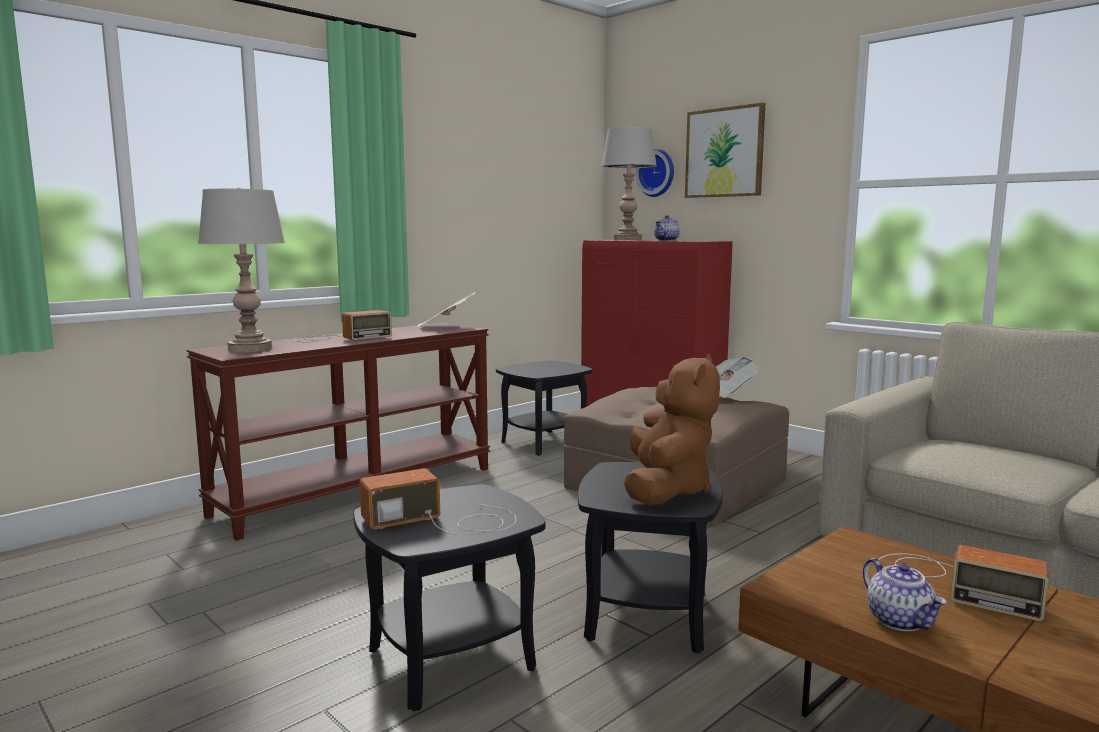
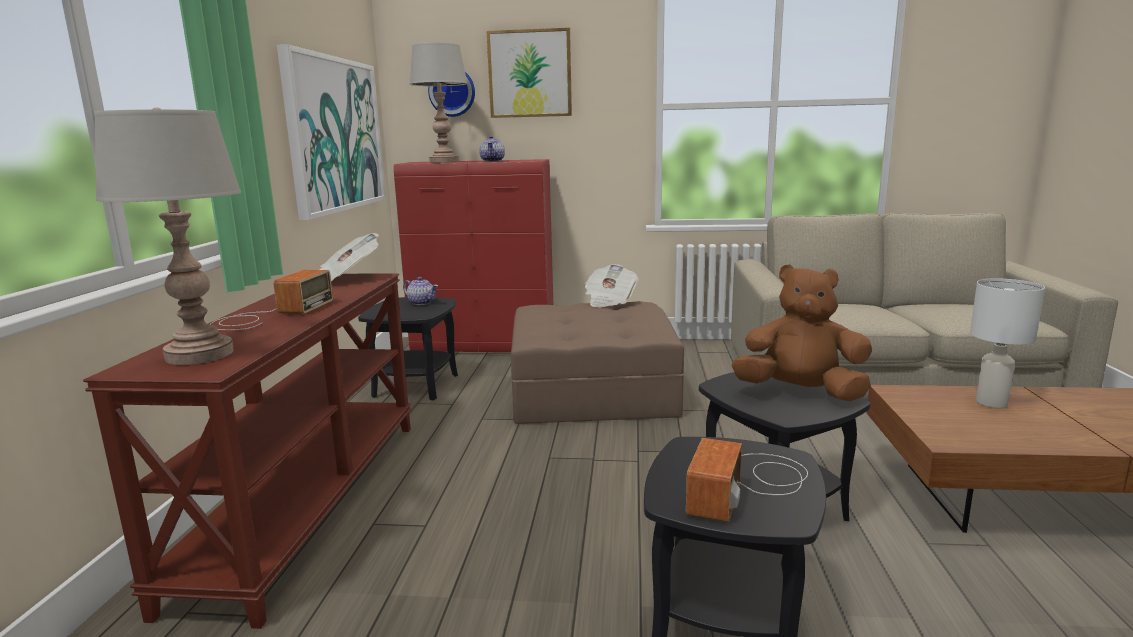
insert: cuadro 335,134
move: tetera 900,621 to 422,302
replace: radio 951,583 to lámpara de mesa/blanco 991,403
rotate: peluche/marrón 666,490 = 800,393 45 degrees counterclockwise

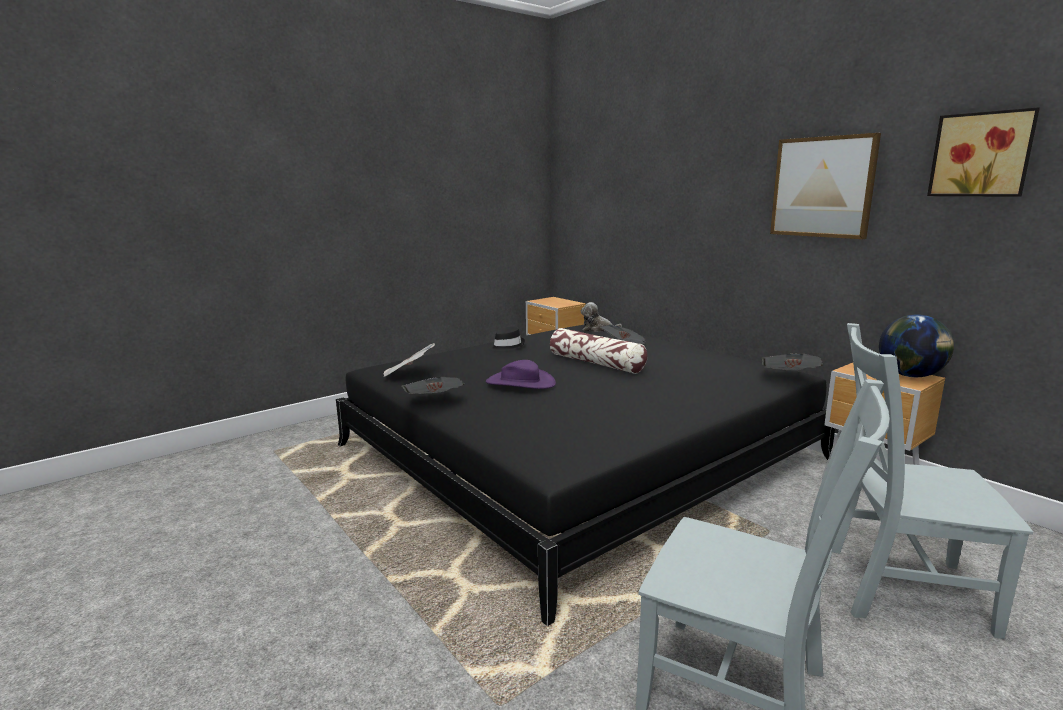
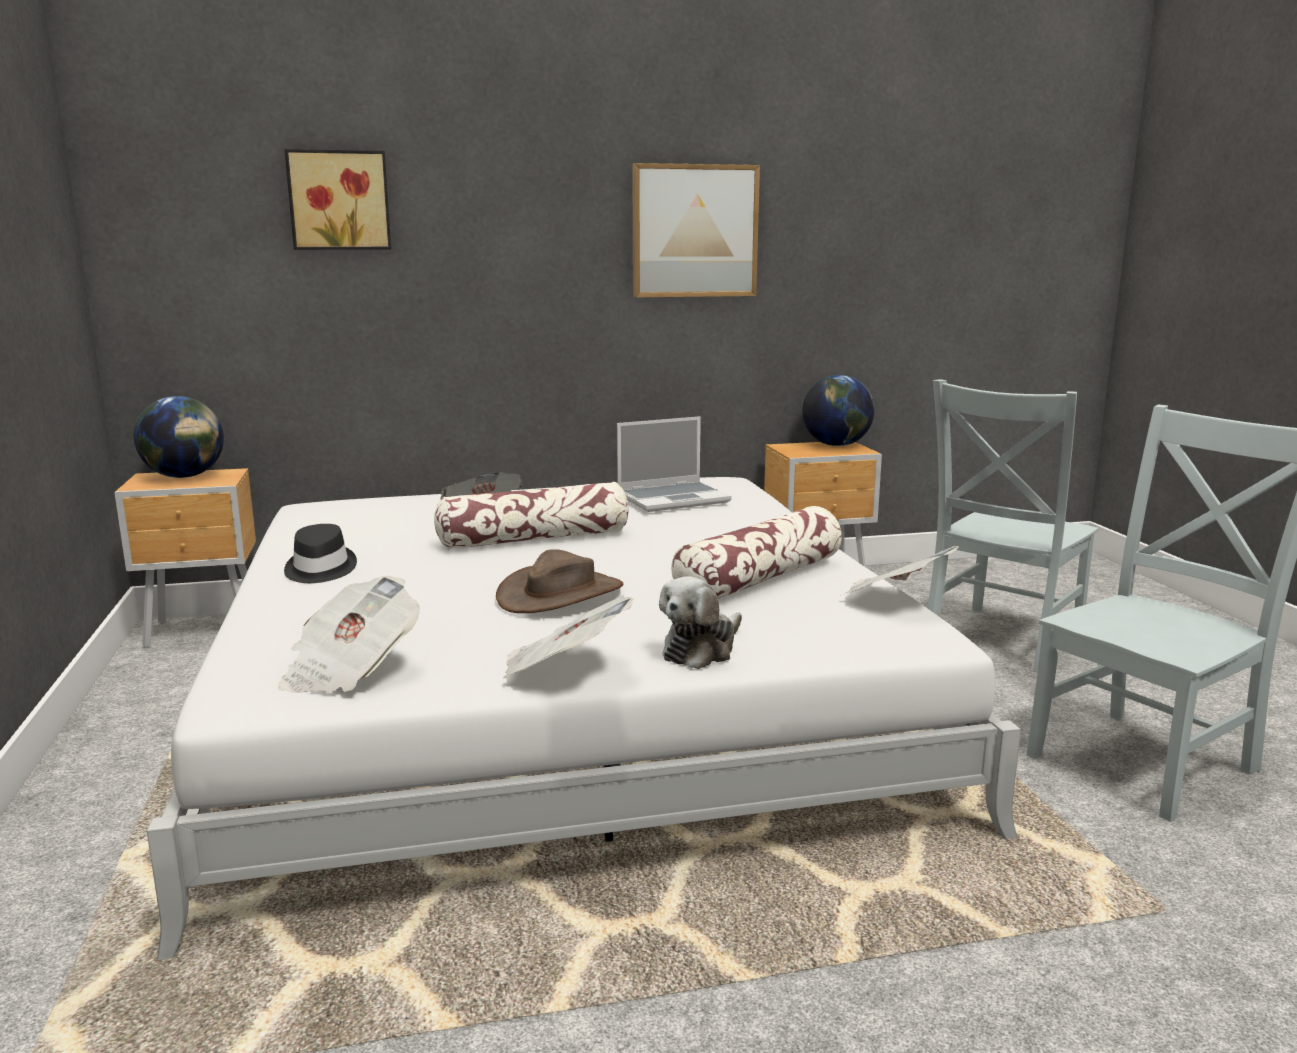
insert: globo terráqueo 185,476; portátil 673,499; cojín 759,579
move: peluche 598,329 to 701,649; periódico 789,378 to 895,600; cuadro 981,154 to 339,200
recolor: cama/negro 575,452 to cama/blanco 560,700; sombrero/morado 520,383 to sombrero/marrón 560,594

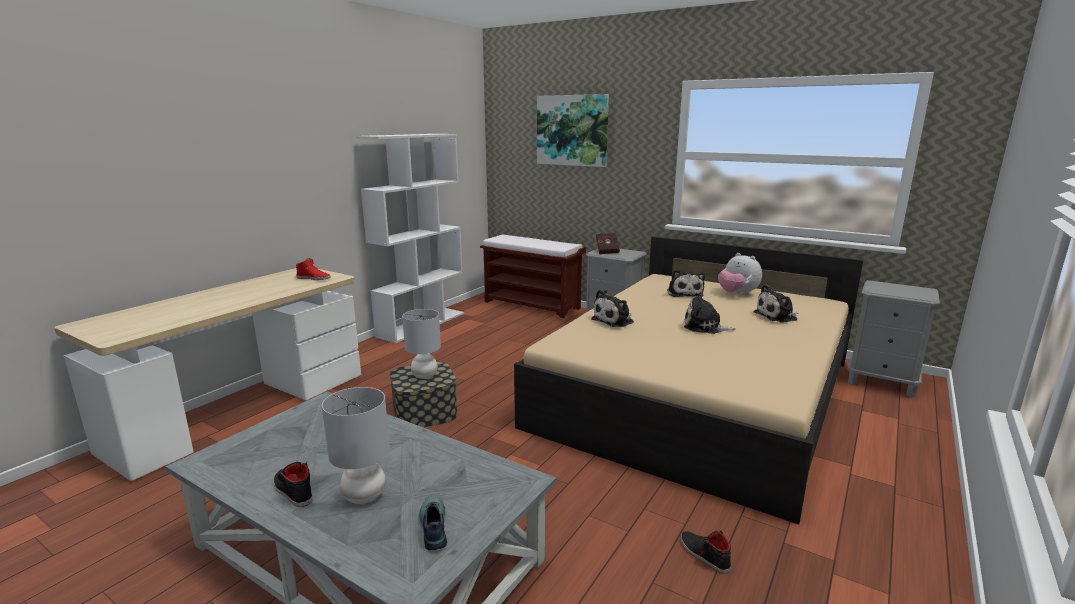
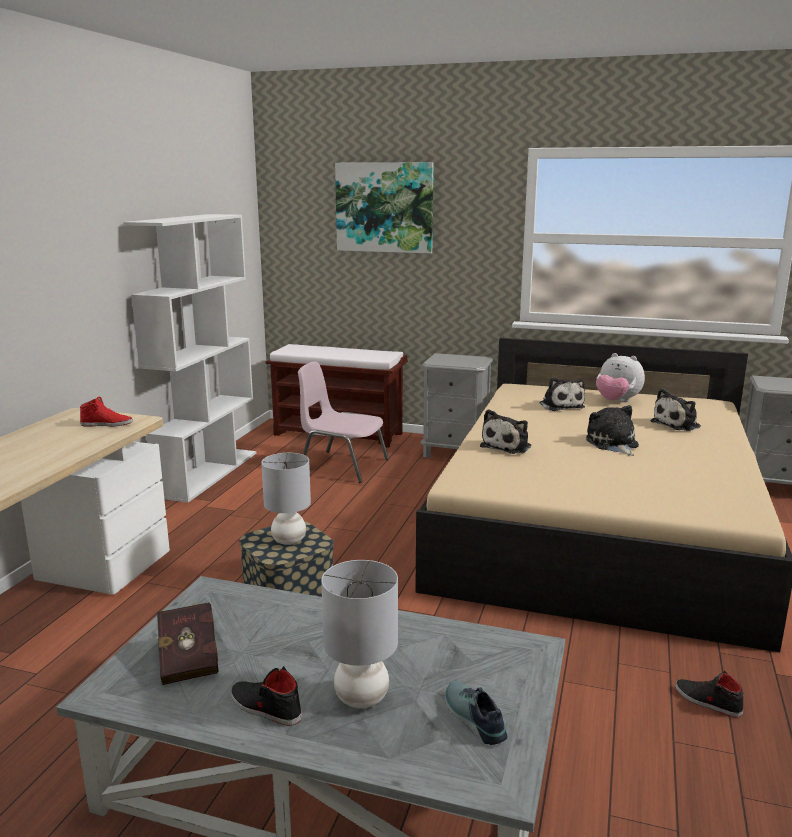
insert: silla/rosa 342,465
move: libro/rojo 607,251 to 190,658
rotate: peluche 705,327 = 612,444 75 degrees clockwise

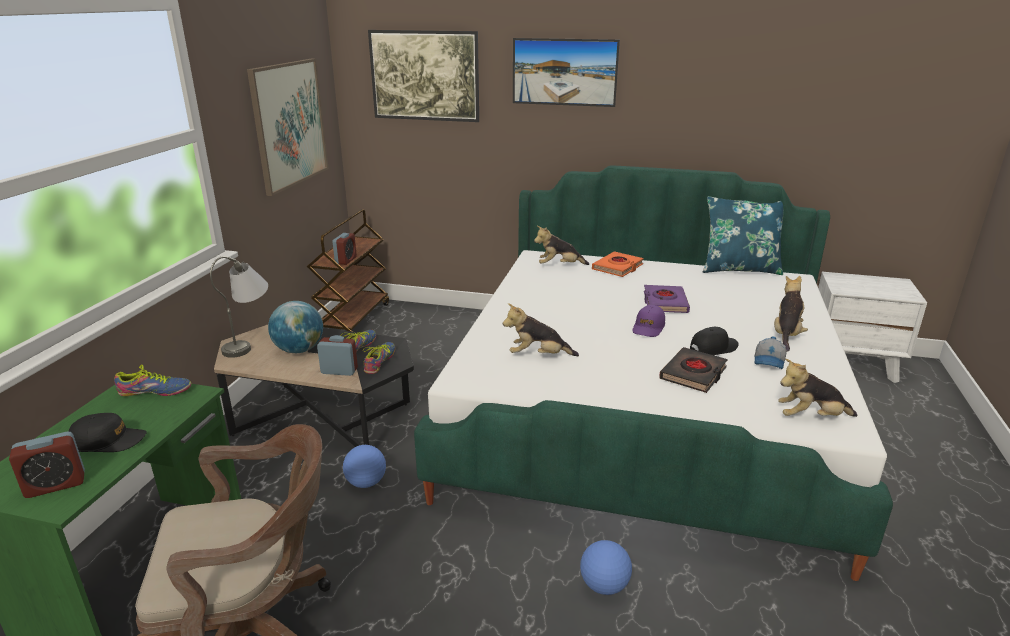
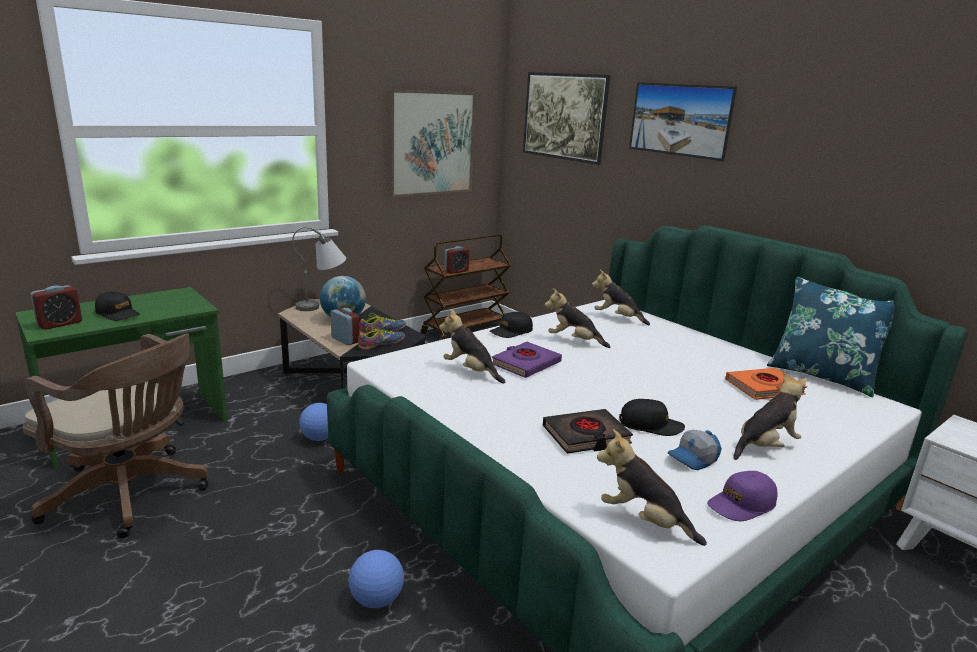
delete: zapato 155,391
insert: gorra/negro 511,331; peluche 574,341
move: libro/naranja 618,267 to 764,388; gorra/morado 648,328 to 741,504; libro/morado 665,303 to 525,364
rotate: despertador 55,485 = 60,324 60 degrees counterclockwise

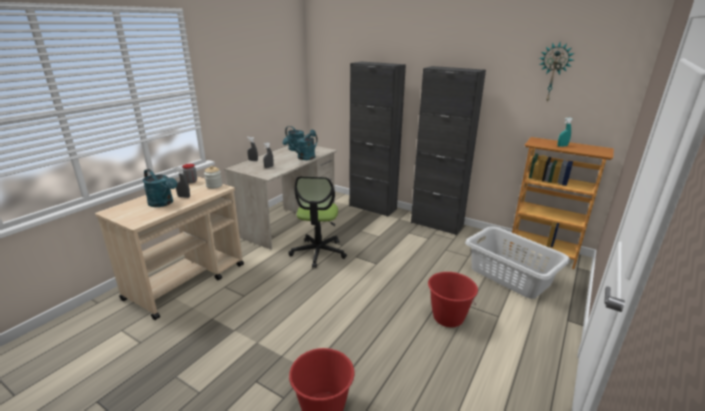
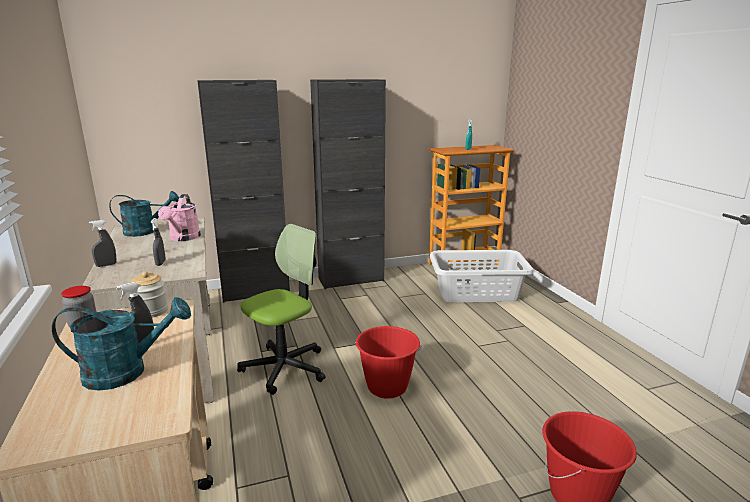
delete: reloj de pared 553,72
move: cubo/rojo 448,317 to 387,387
recolor: regadera/turquesa 303,158 to regadera/rosa 183,238
rotate: silla de oficina 318,252 = 285,368 90 degrees counterclockwise

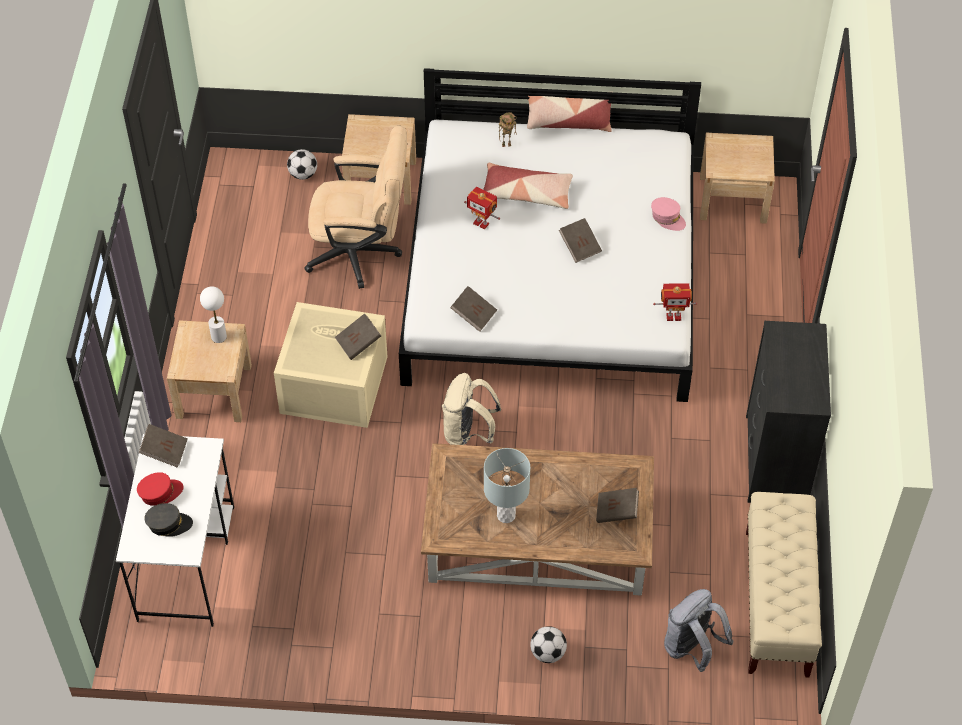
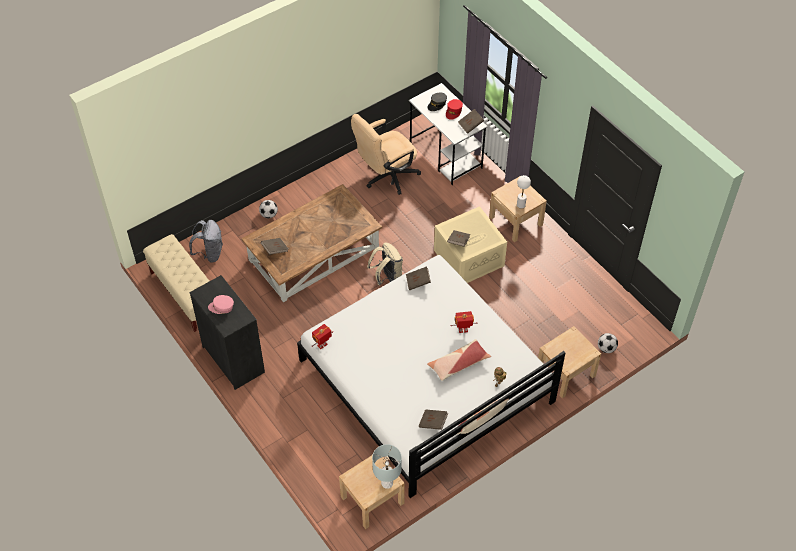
move: silla de oficina/beis 361,253 to 386,177; lámpara de mesa/gris 506,515 to 387,483; libro/marrón 580,246 to 433,423; gorra/rosa 667,218 to 221,307

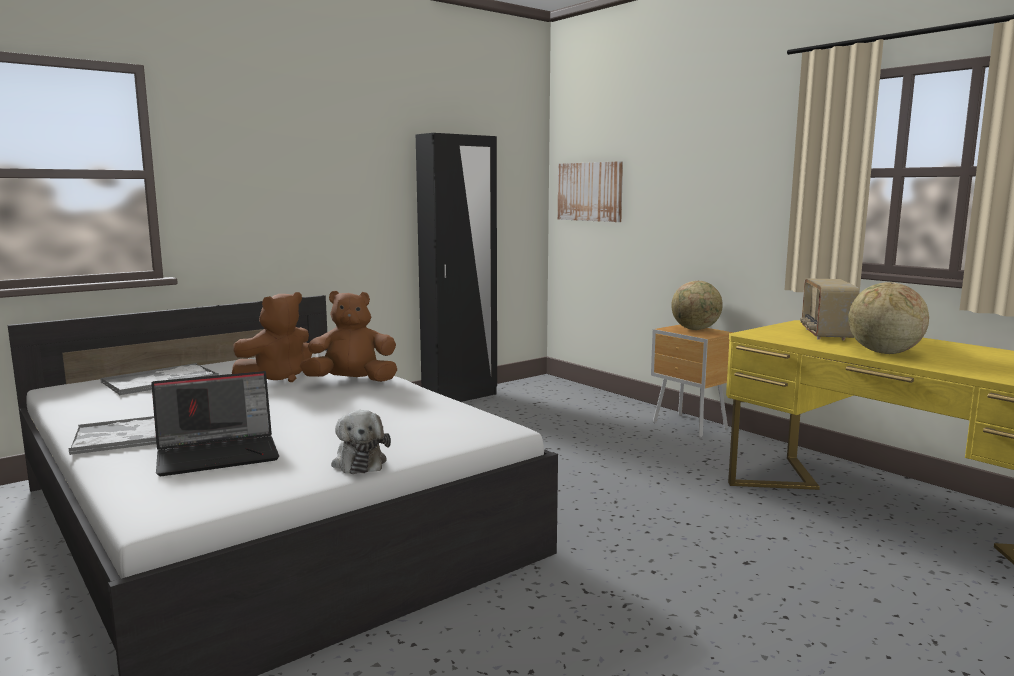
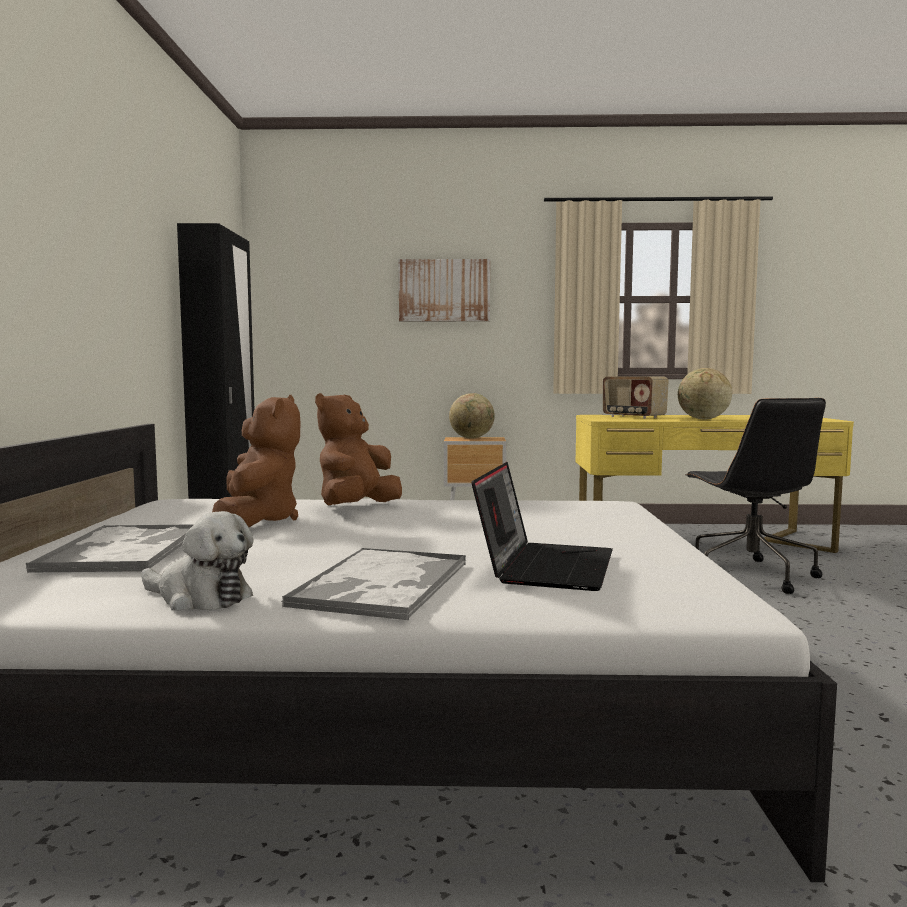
insert: silla de oficina/negro 750,574
move: peluche 359,462 to 199,597; cuadro 590,191 to 444,290

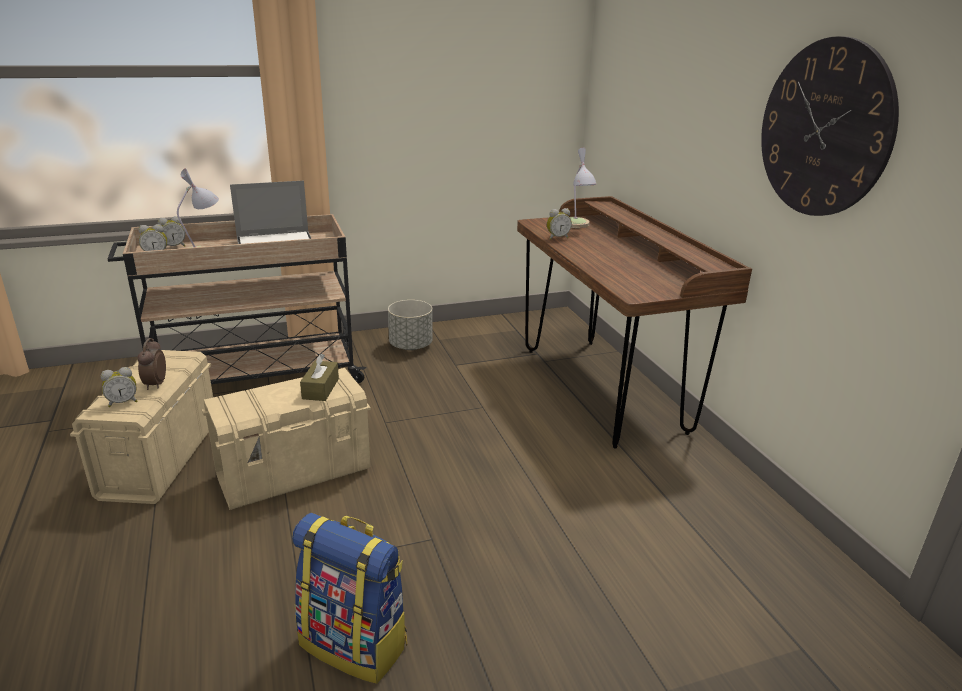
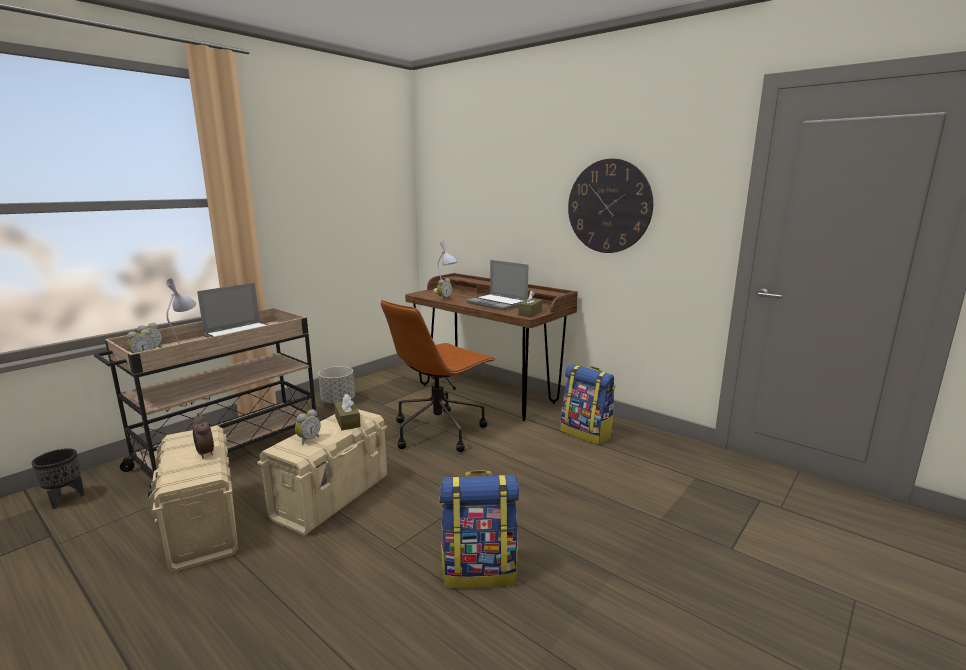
insert: maceta/negro 65,499; silla de oficina/marrón 439,430; portátil 498,303; caja de pañuelos/marrón 530,313; mochila 587,433
move: despertador 123,402 to 308,439

